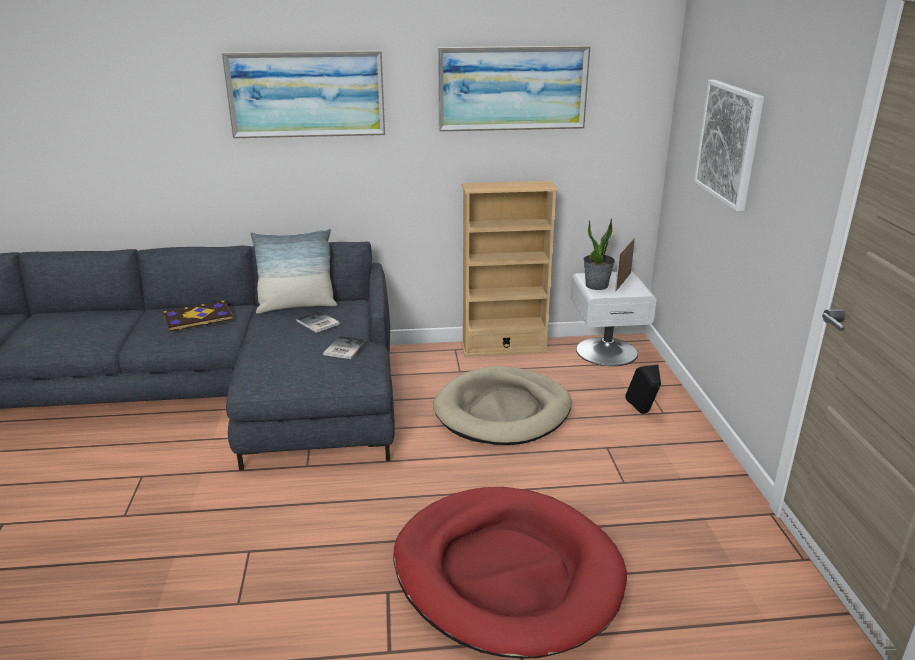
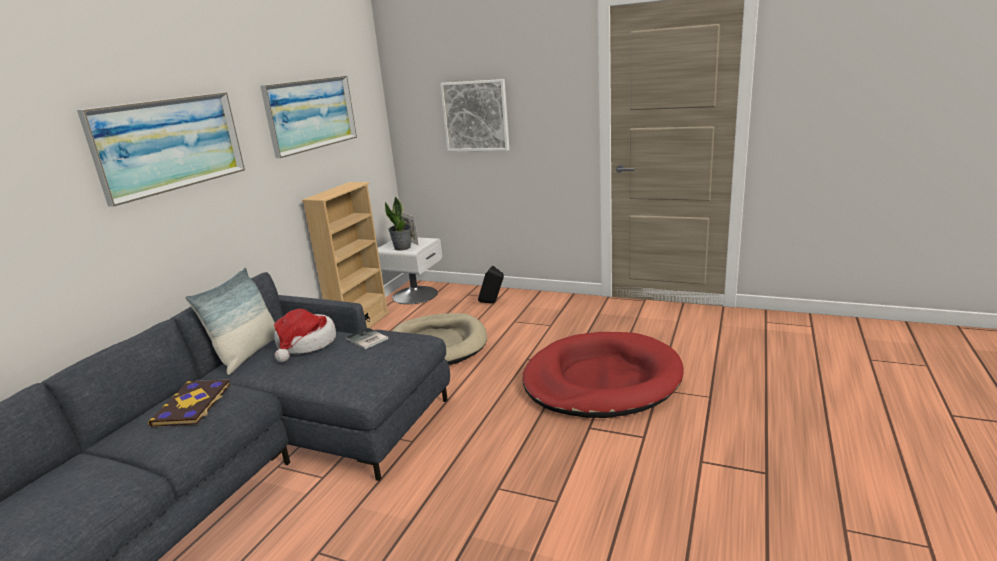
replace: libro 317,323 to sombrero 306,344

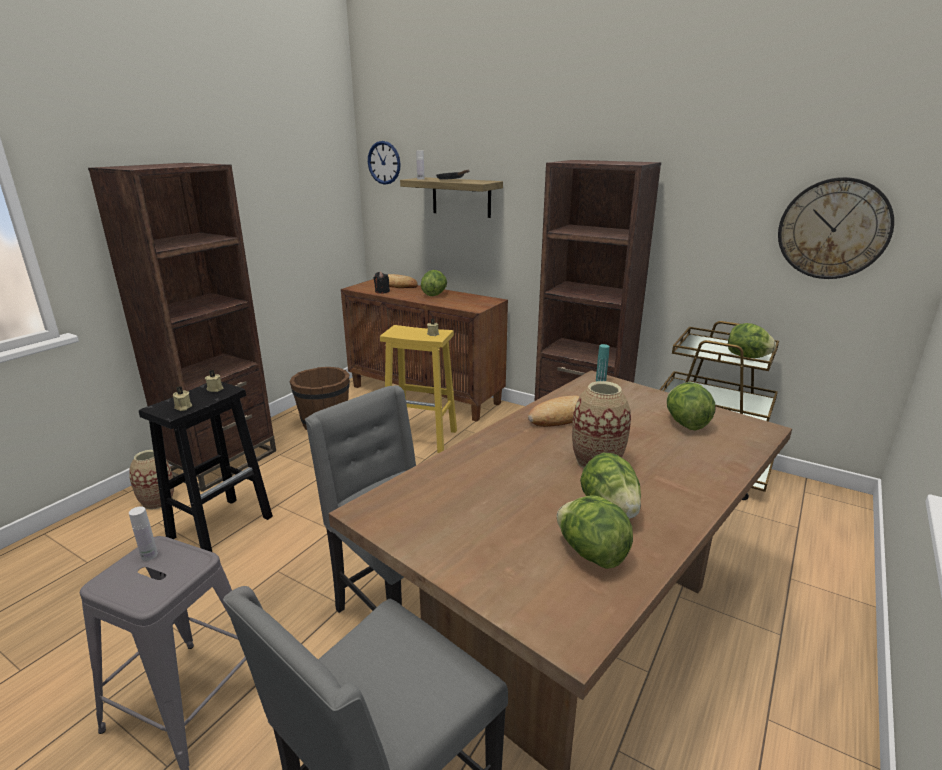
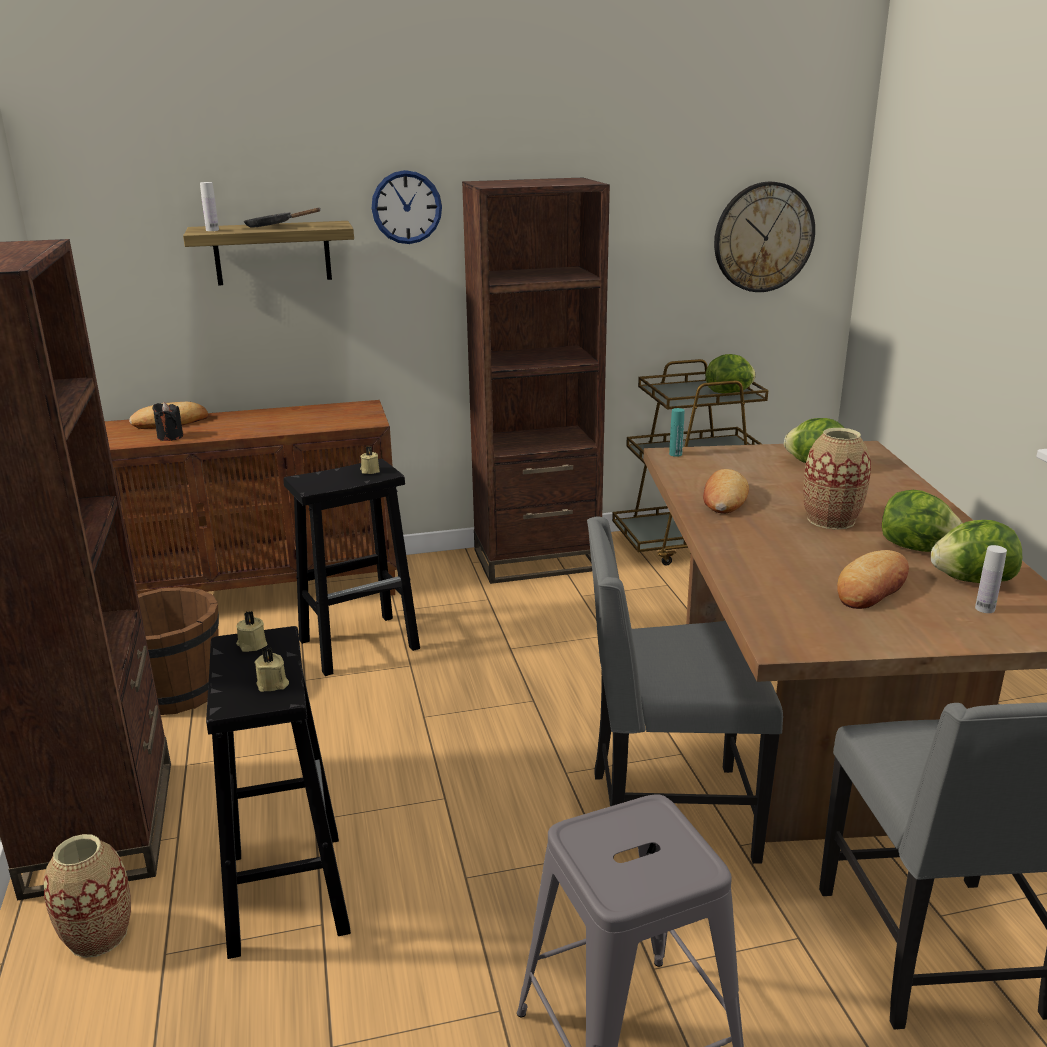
delete: lechuga 434,295
insert: pan 872,587
move: botella/blanco 149,555 to 985,609; reloj de pared 384,162 to 406,207
recolor: taburete/amarillo 422,437 to taburete/negro 360,643

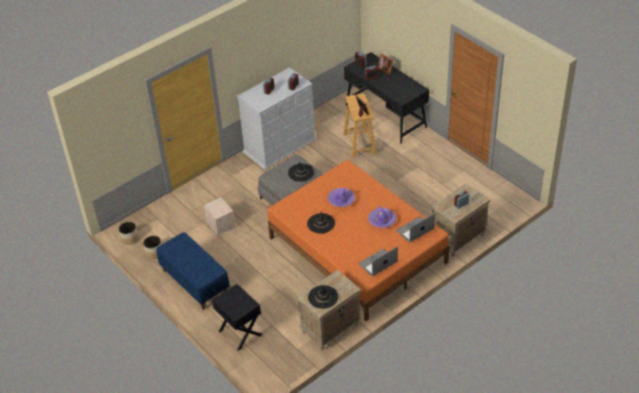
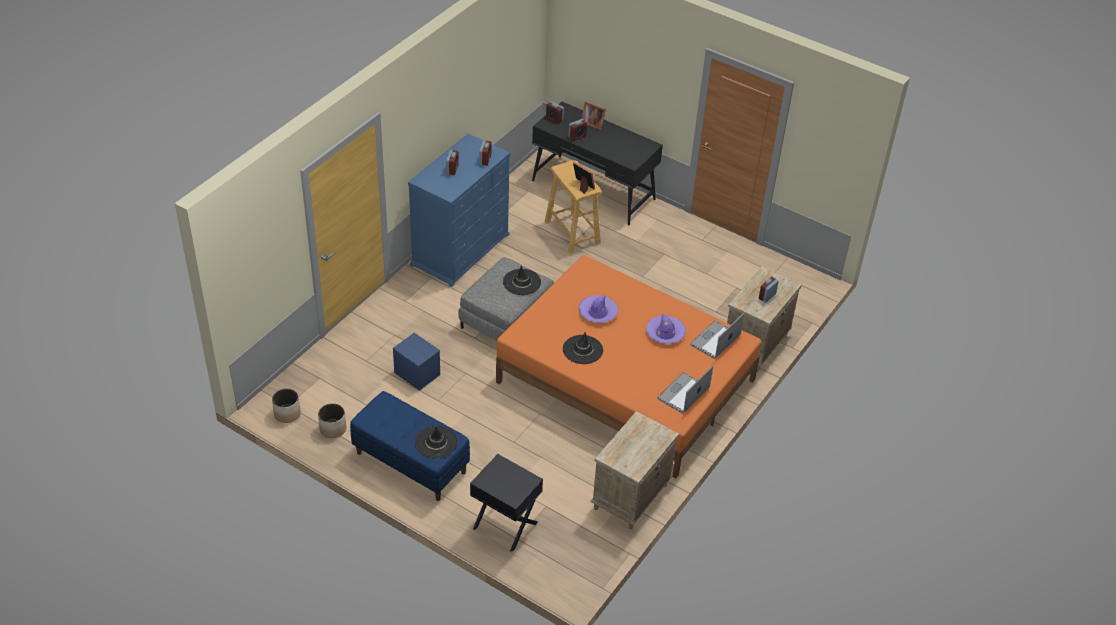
move: sombrero/negro 323,297 to 436,442
recolor: caja de almacenaje/beis 220,224 to caja de almacenaje/azul 416,373; cómoda/blanco 279,146 to cómoda/azul 460,249

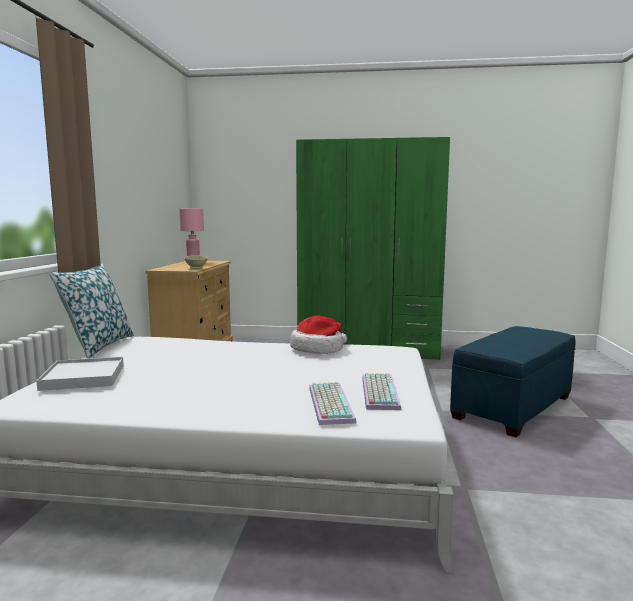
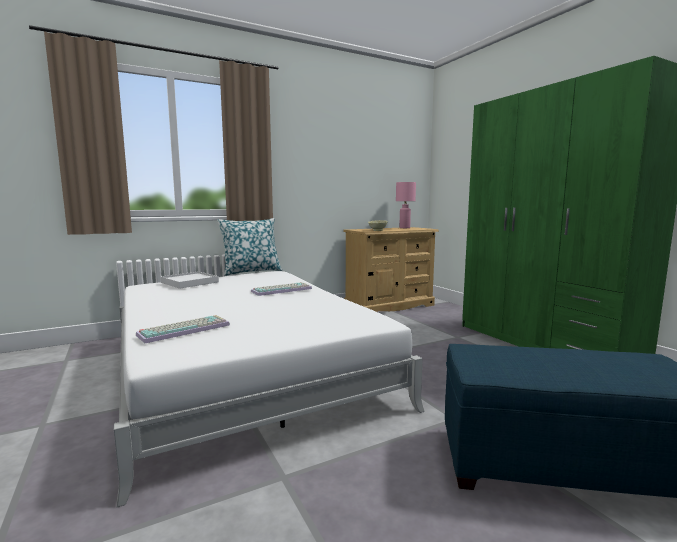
delete: sombrero 318,349
move: teclado 378,391 to 282,290

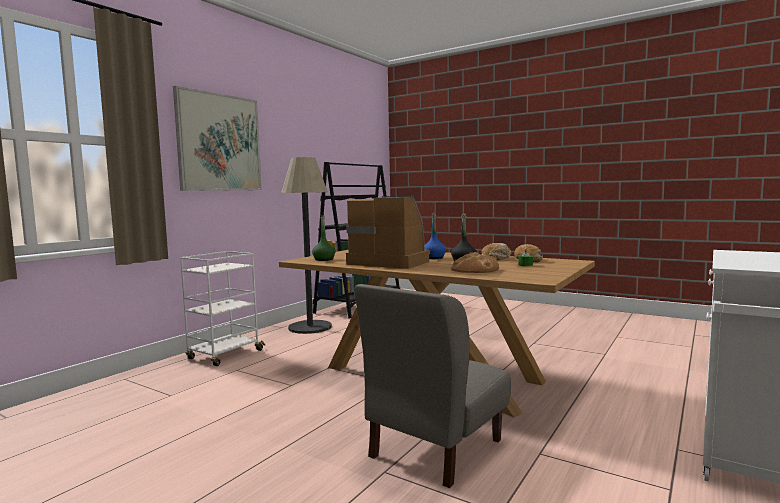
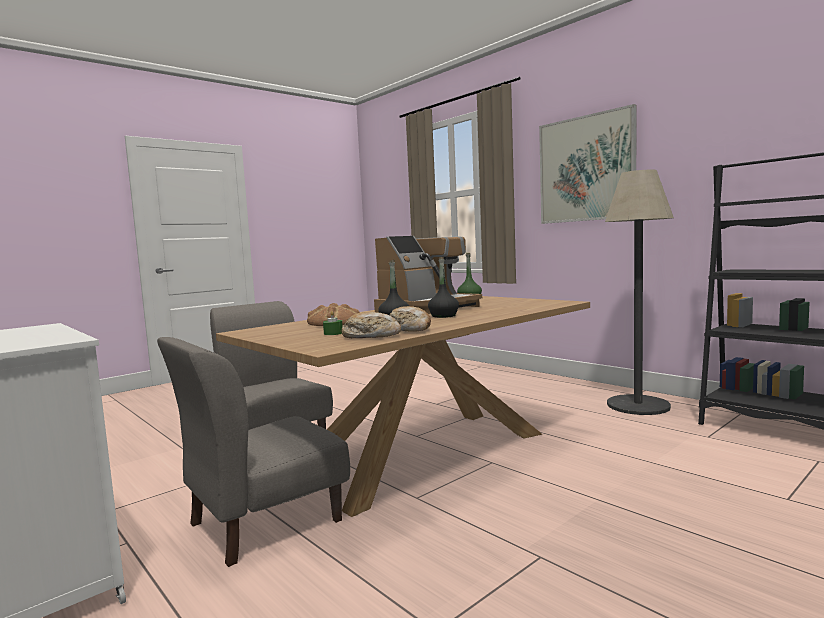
delete: carrito/blanco 224,355
insert: silla/gris 264,522
recolor: botella/azul 434,258 to botella/negro 443,316

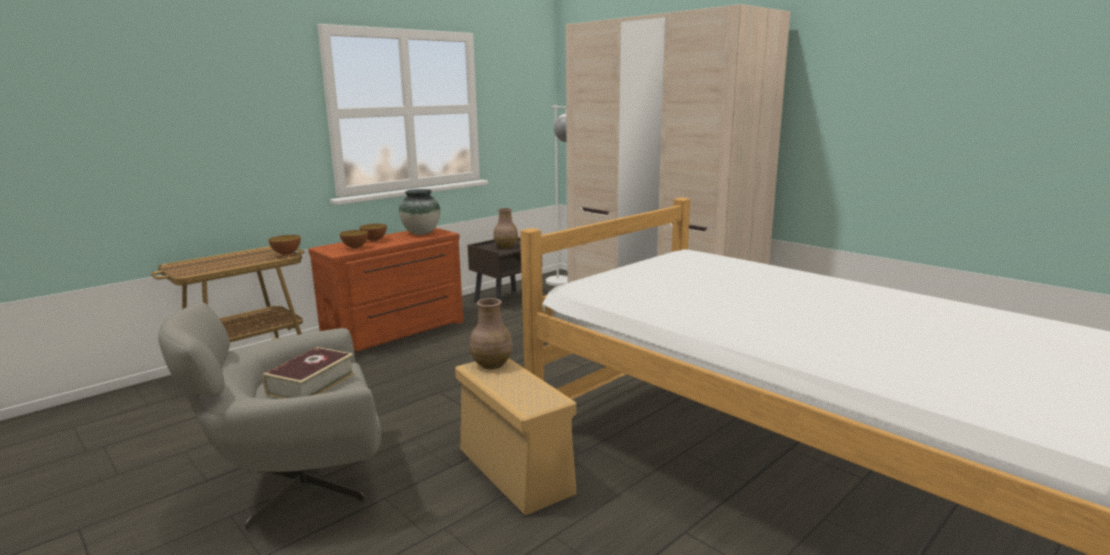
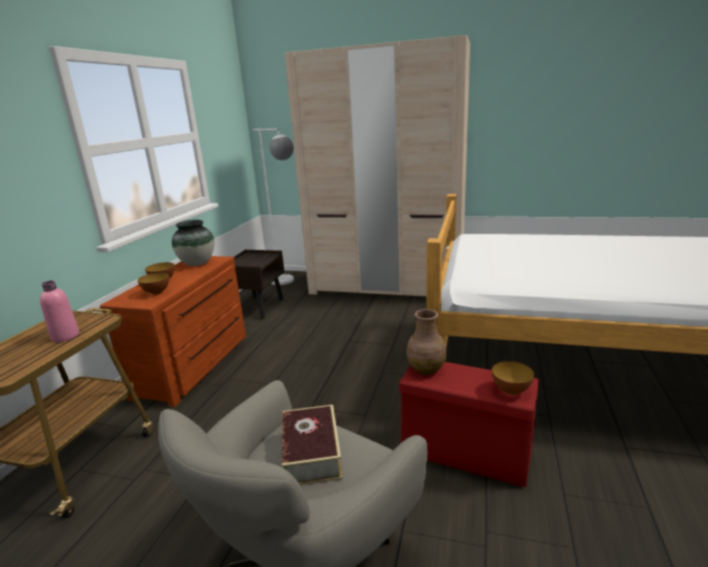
delete: florero/marrón 506,247
insert: botella/rosa 65,336
move: cuenco 286,254 to 511,390
recolor: caja de almacenaje/beis 513,470 to caja de almacenaje/rojo 463,452

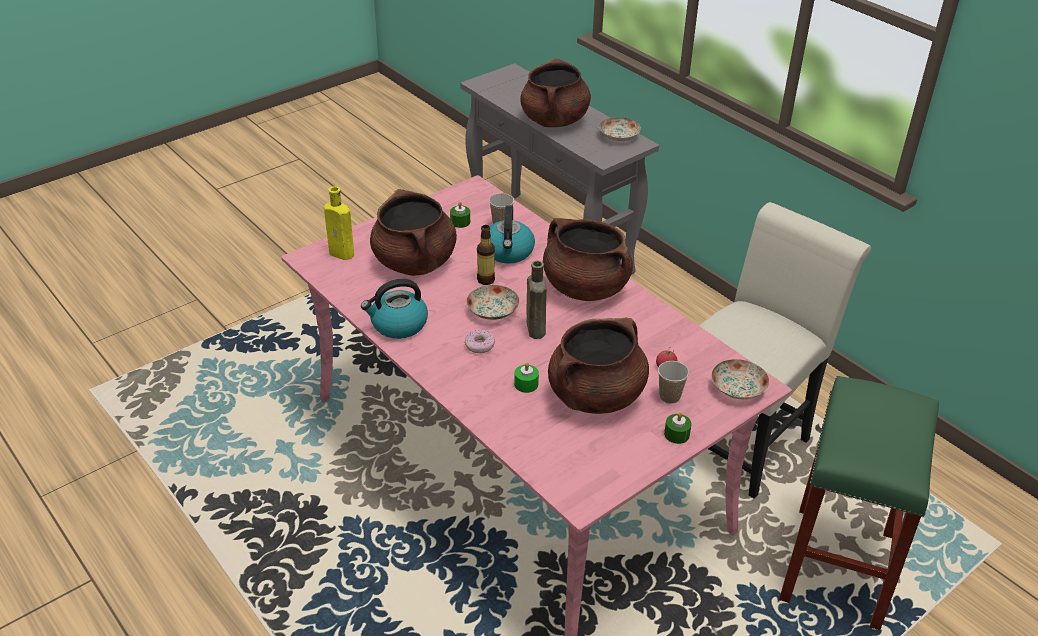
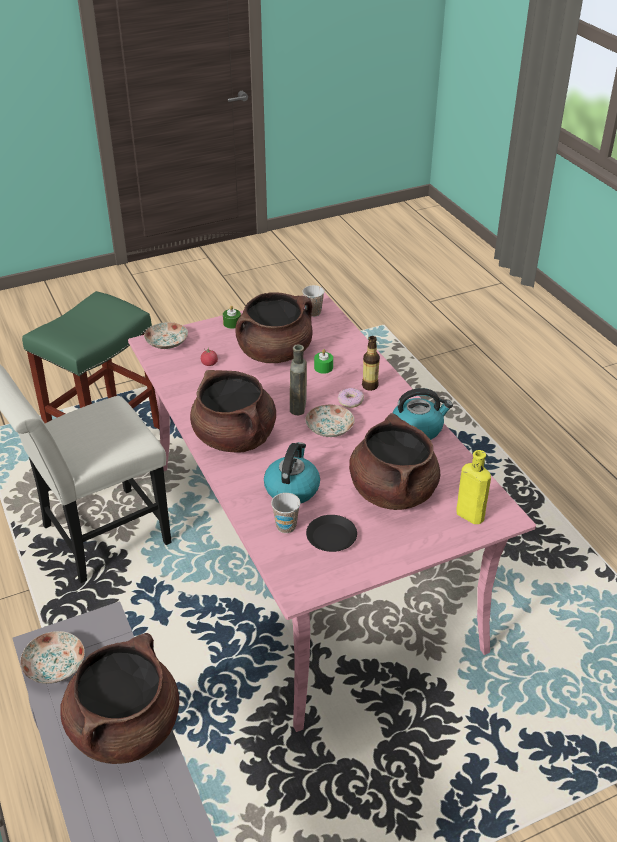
move: botella 486,280 to 370,386; taza 669,396 to 313,312
replace: vela/verde 460,222 to plato/negro 331,537

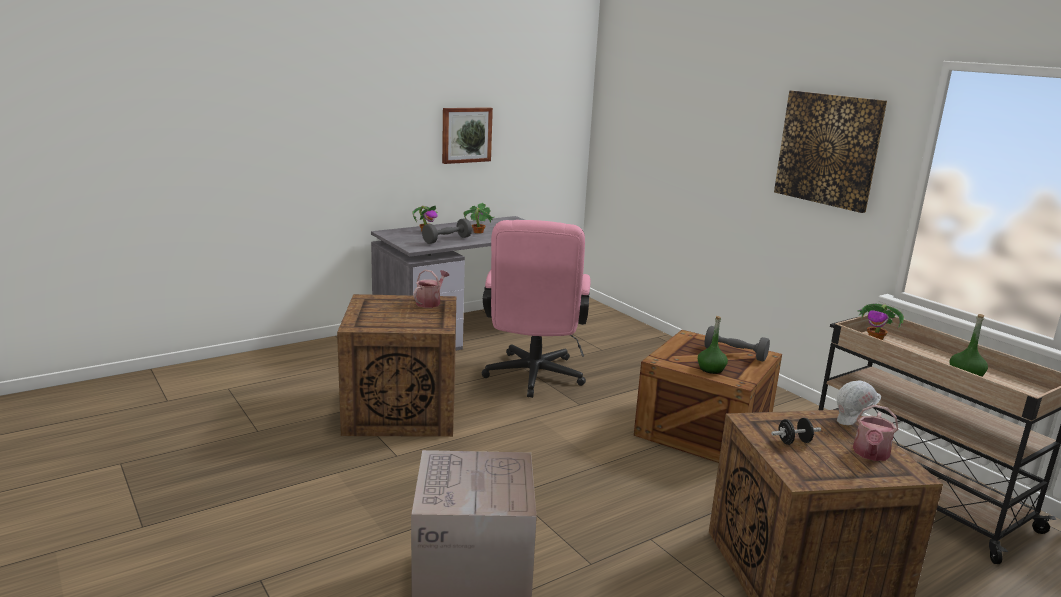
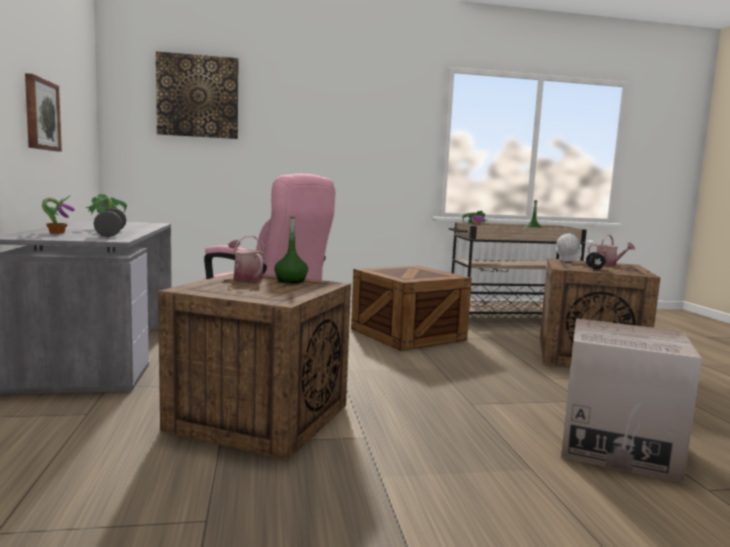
delete: mancuerna/gris 735,354
move: botella/verde 711,369 to 291,281; cuadro 828,149 to 198,96

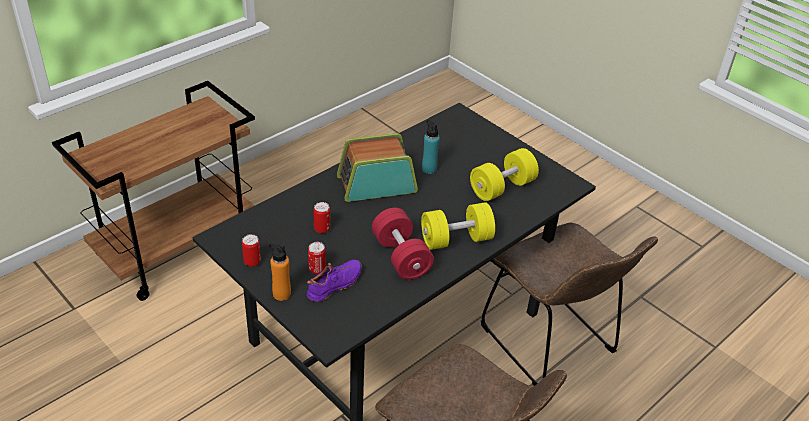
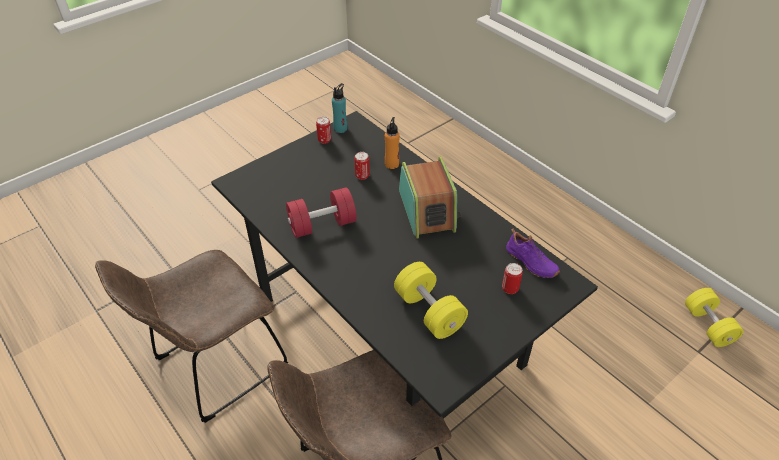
delete: carrito/marrón 177,249
move: botella/naranja 281,294 to 392,164; zapato/morado 335,285 to 530,263; lata 317,269 to 510,289; mancuerna/amarillo 456,239 to 708,325; botella/turquesa 429,169 to 340,128

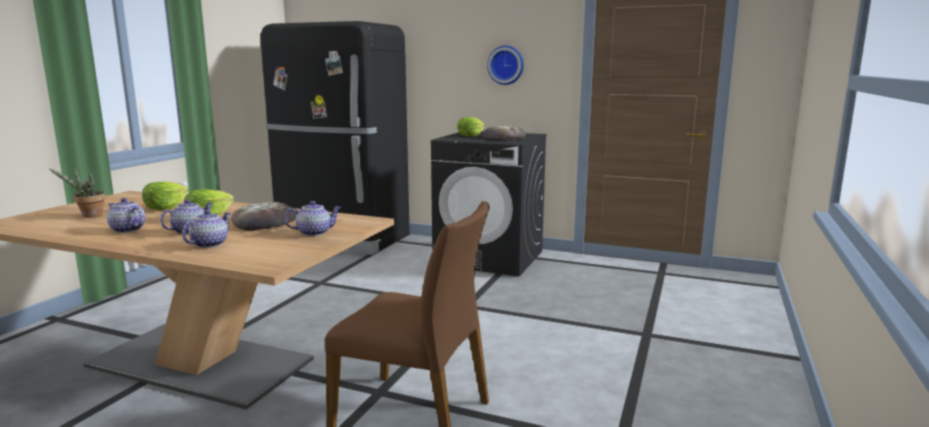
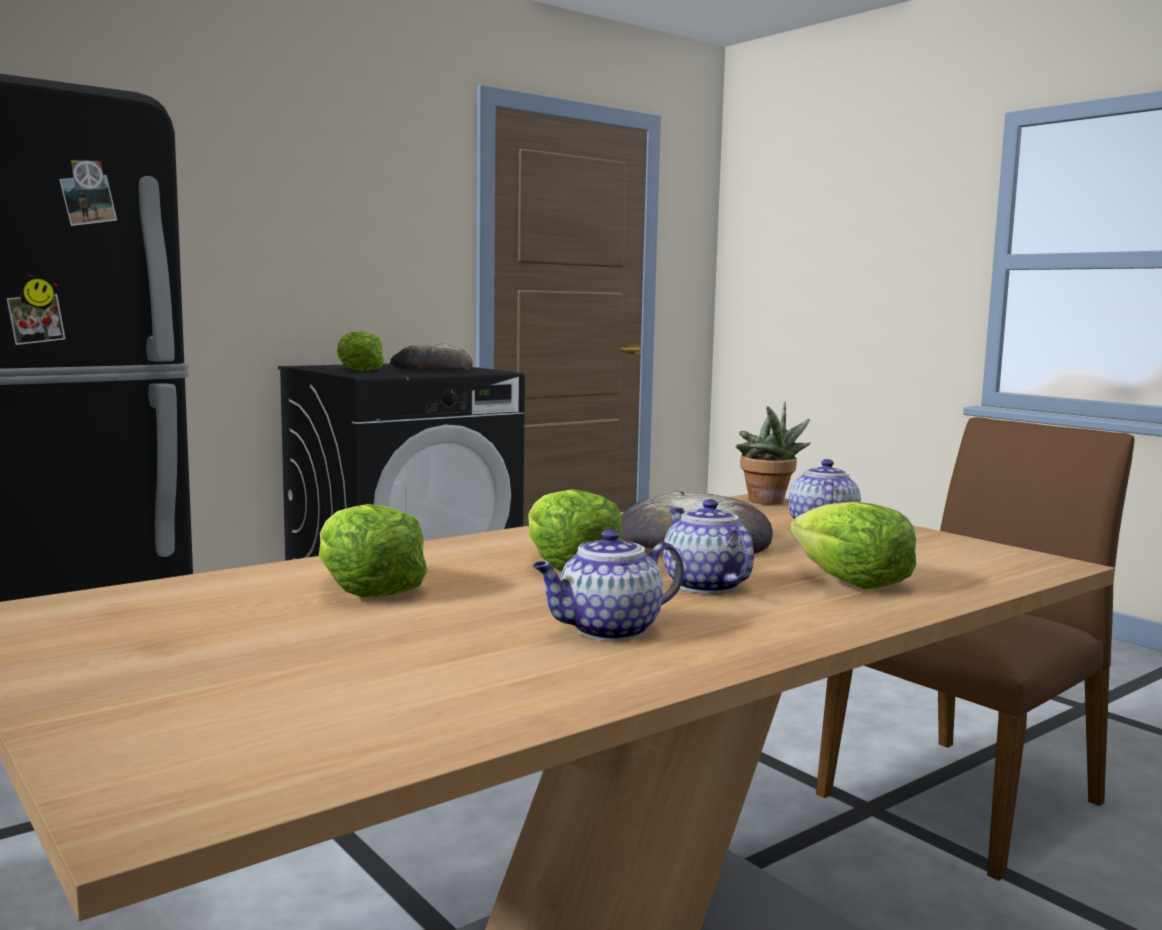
delete: reloj de pared 506,65
move: planta en maceta 89,216 to 768,502
replace: tetera 209,244 to lechuga 849,581

